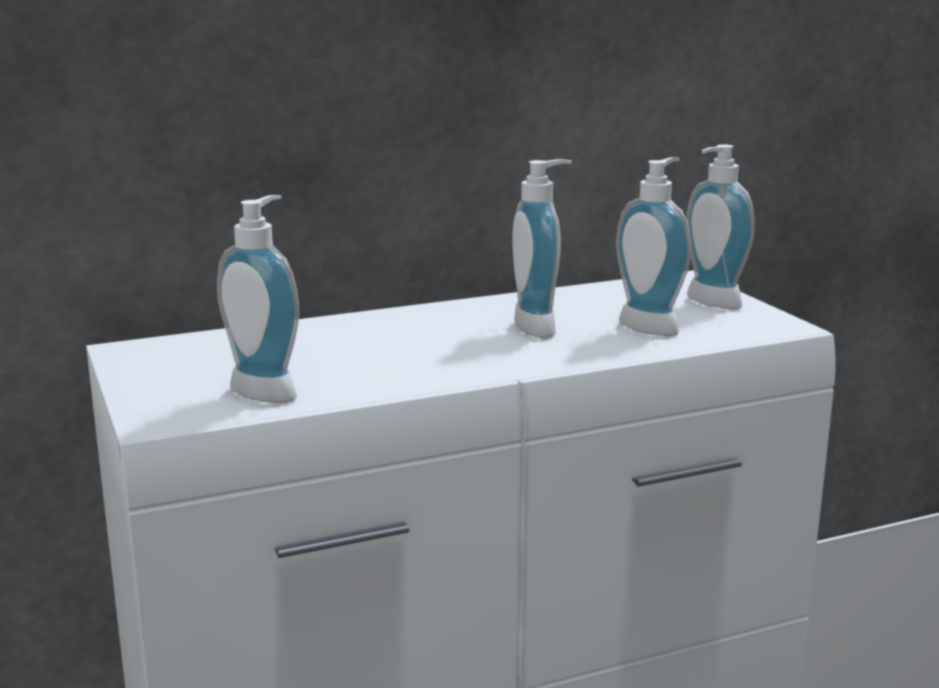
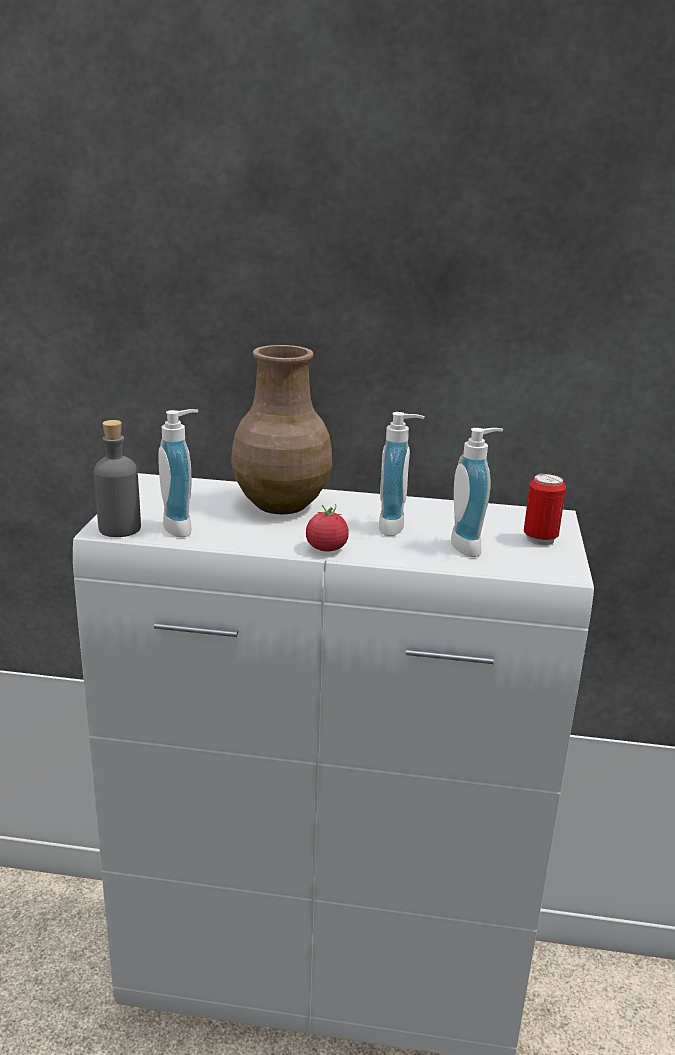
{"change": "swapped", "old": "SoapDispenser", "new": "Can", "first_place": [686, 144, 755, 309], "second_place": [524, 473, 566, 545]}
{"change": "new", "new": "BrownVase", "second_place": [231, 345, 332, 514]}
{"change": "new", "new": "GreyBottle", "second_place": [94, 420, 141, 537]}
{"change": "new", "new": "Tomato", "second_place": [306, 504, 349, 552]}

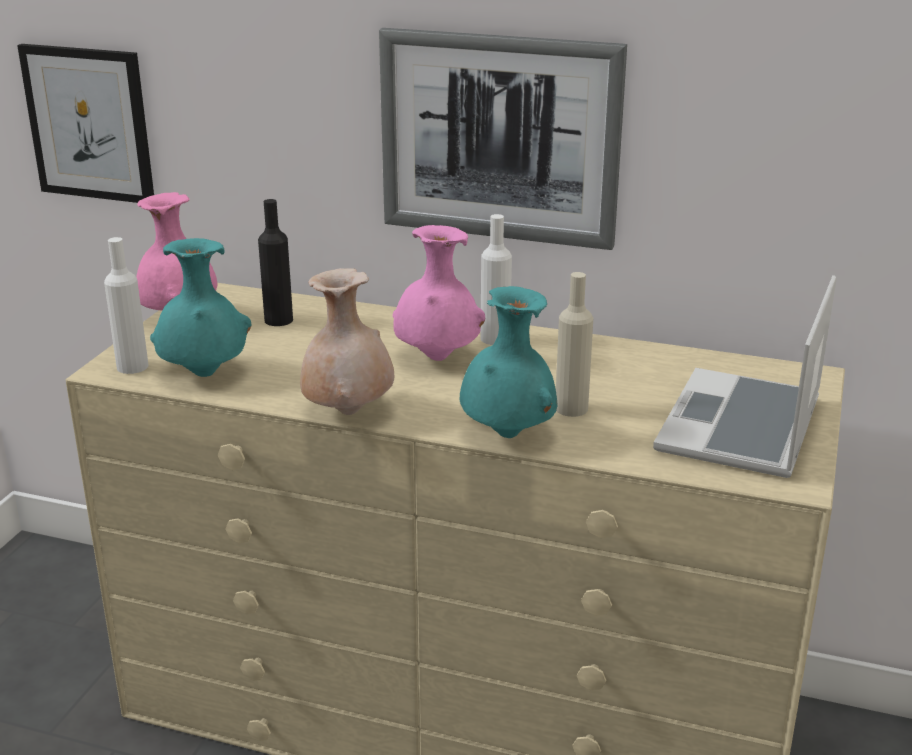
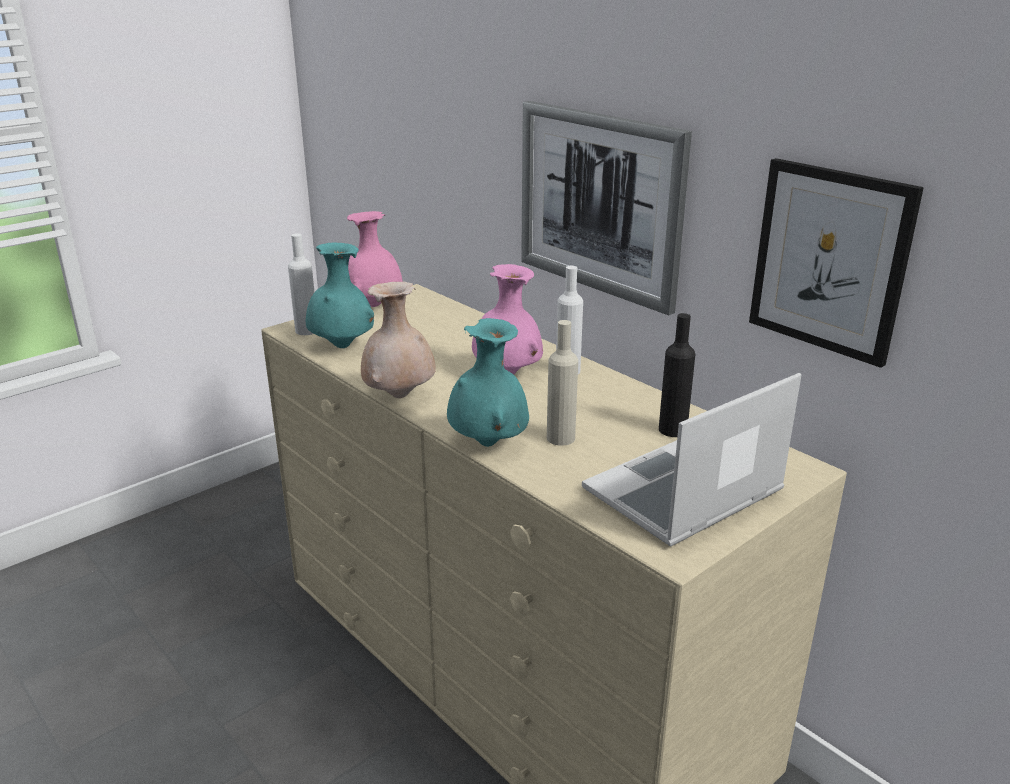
{"change": "shifted", "old": "Picture", "first_place": [17, 44, 154, 203], "second_place": [749, 158, 924, 368]}
{"change": "shifted", "old": "BlackBottle", "first_place": [258, 199, 293, 326], "second_place": [659, 313, 695, 437]}

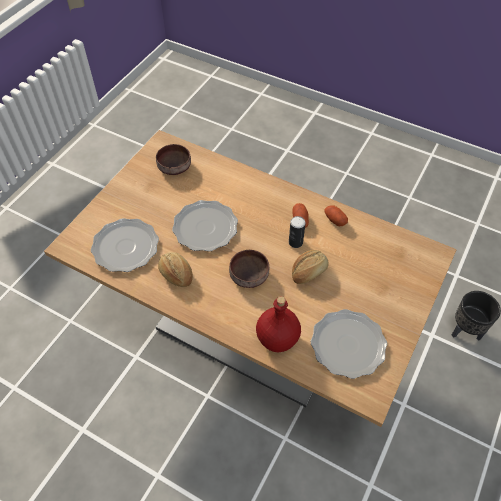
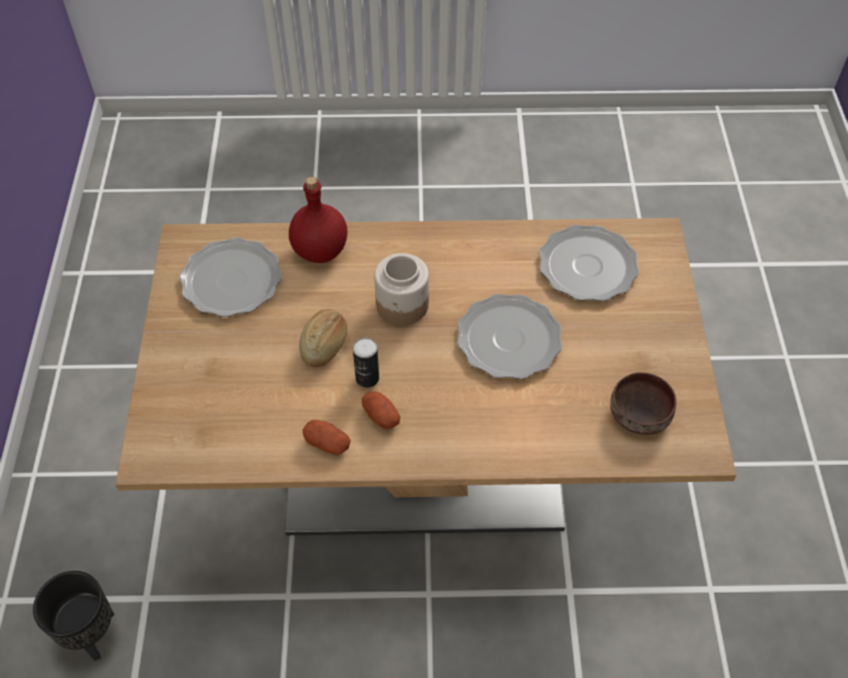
{"change": "swapped", "old": "BrownBowl", "new": "Jar", "first_place": [229, 250, 269, 288], "second_place": [374, 253, 429, 325]}
{"change": "gone", "old": "Bread", "first_place": [158, 252, 193, 287]}

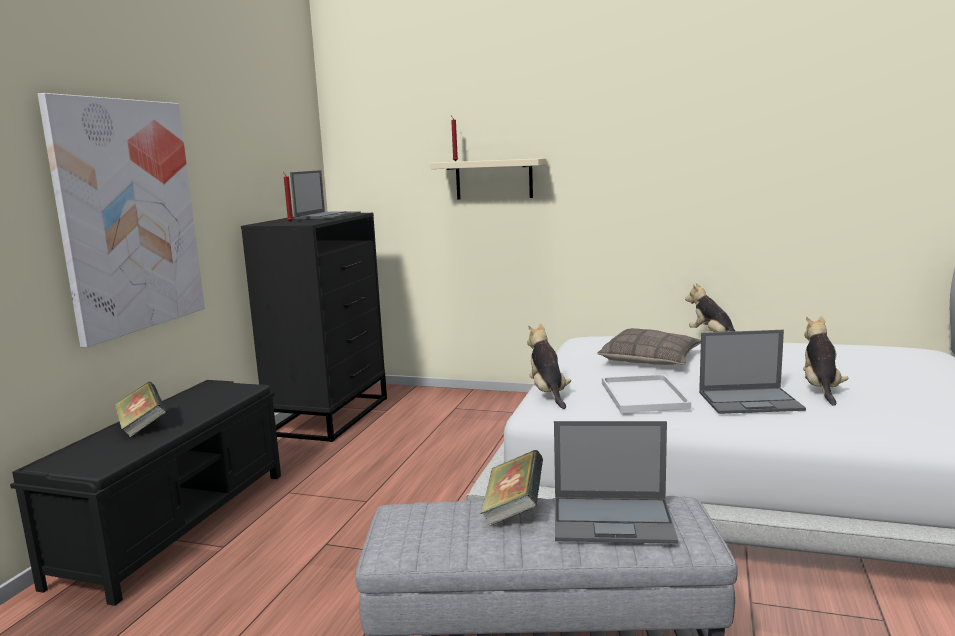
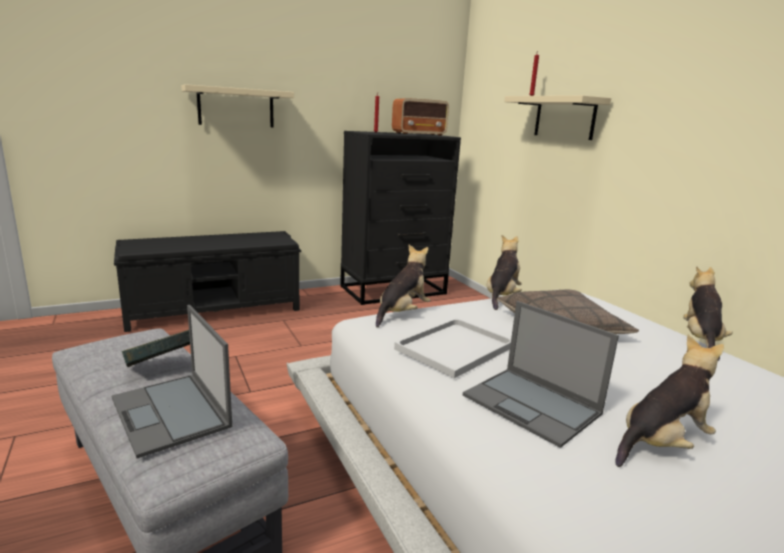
{"change": "swapped", "old": "Picture", "new": "BeigeShelf", "first_place": [38, 93, 205, 348], "second_place": [181, 84, 294, 127]}
{"change": "swapped", "old": "Laptop", "new": "Radio", "first_place": [290, 170, 361, 219], "second_place": [392, 99, 449, 136]}
{"change": "gone", "old": "Book", "first_place": [114, 382, 166, 438]}
{"change": "new", "new": "PlushToy", "second_place": [487, 235, 522, 310]}

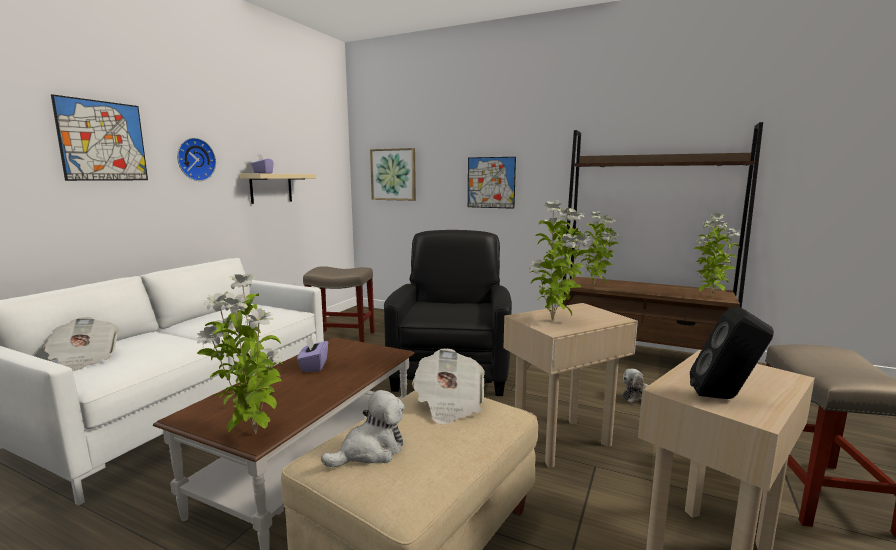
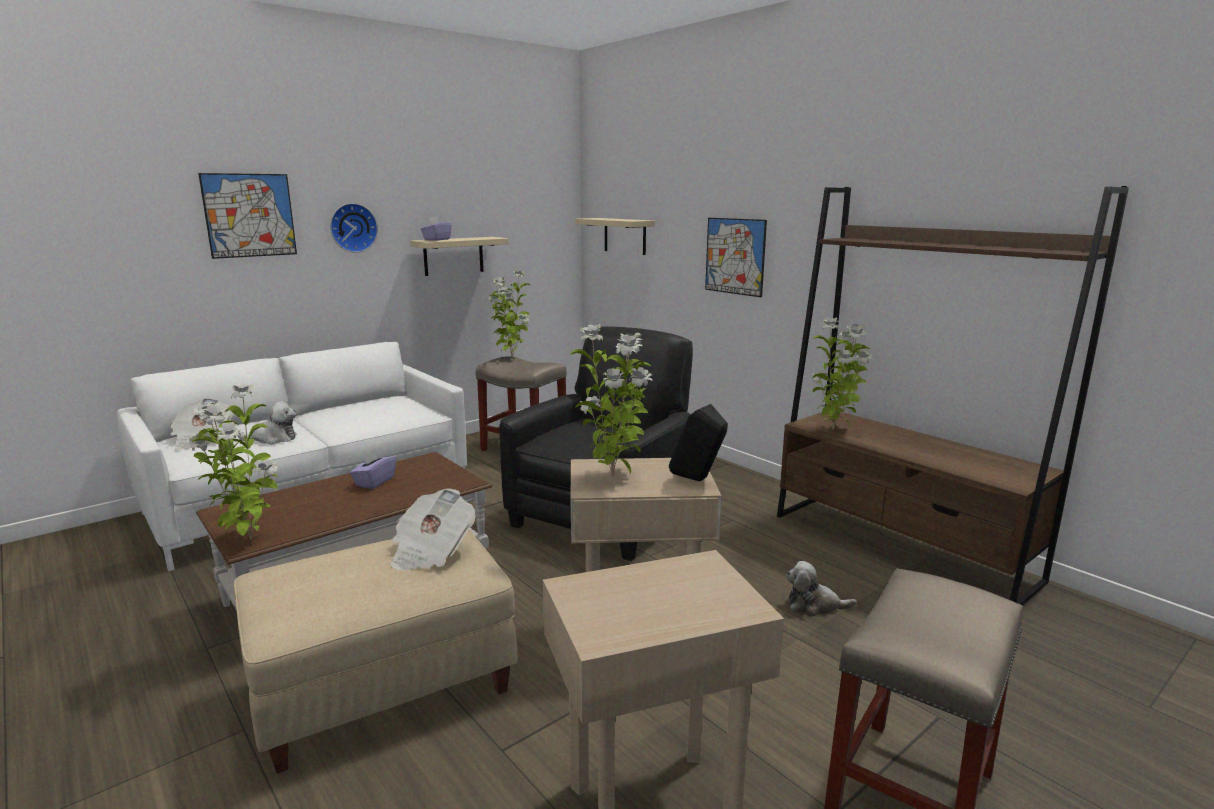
{"change": "swapped", "old": "Picture", "new": "BeigeShelf", "first_place": [370, 148, 416, 201], "second_place": [575, 218, 655, 255]}
{"change": "shifted", "old": "PottedPlant", "first_place": [694, 213, 741, 297], "second_place": [488, 271, 530, 357]}
{"change": "shifted", "old": "BlackSpeaker", "first_place": [690, 307, 774, 399], "second_place": [669, 404, 728, 481]}
{"change": "shifted", "old": "PlushToy", "first_place": [321, 390, 405, 467], "second_place": [237, 401, 297, 445]}

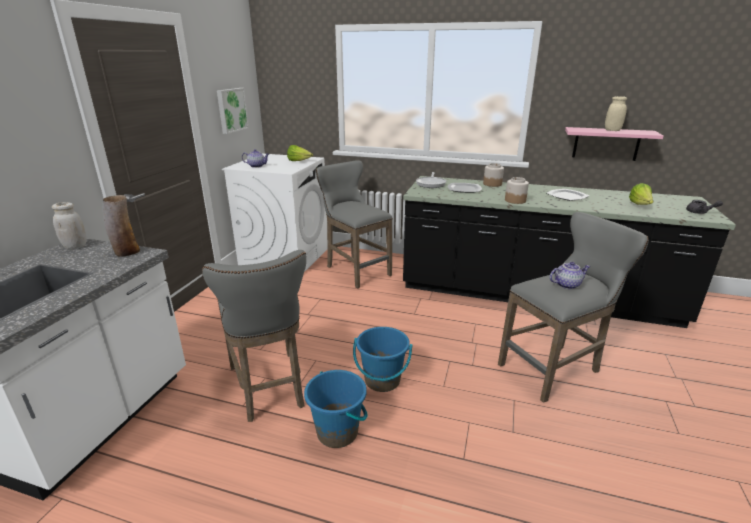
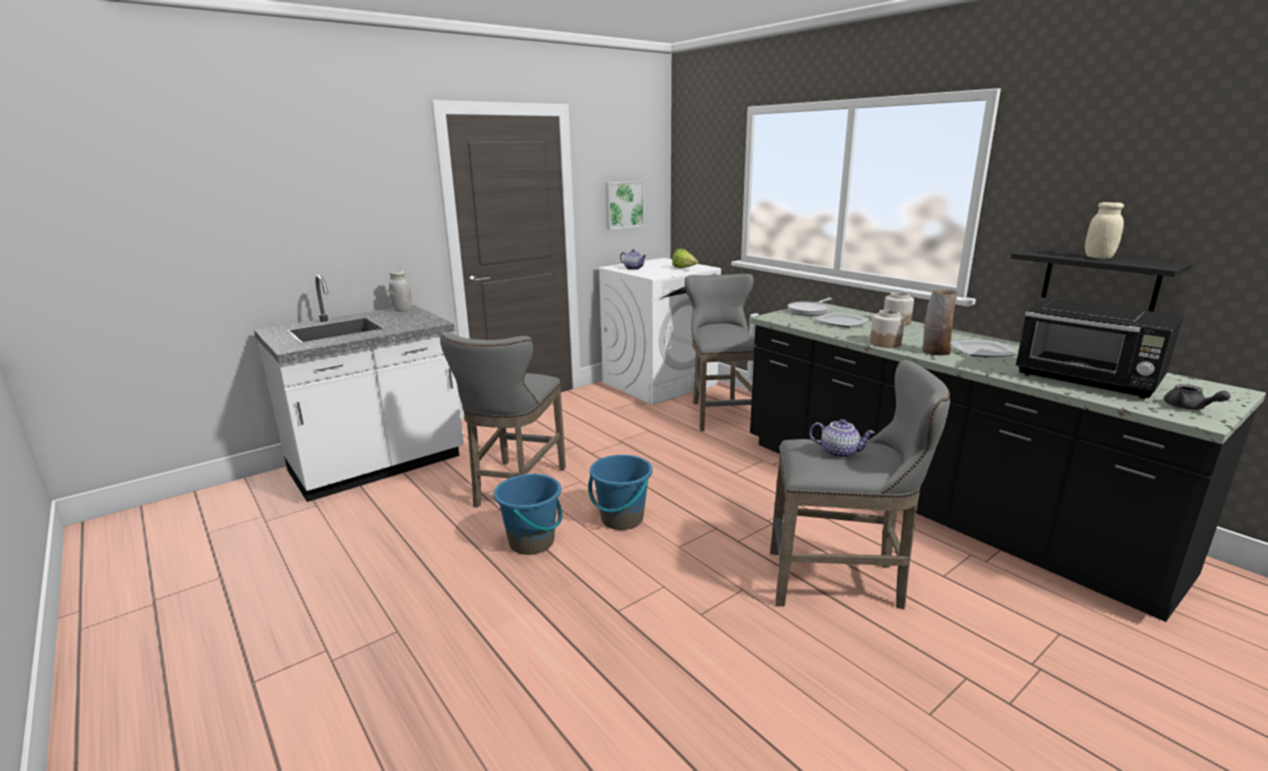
{"change": "repainted", "old": "PinkShelf", "new": "BlackShelf", "first_place": [565, 127, 664, 161], "second_place": [1011, 248, 1192, 312]}
{"change": "swapped", "old": "Lettuce", "new": "BlackMicrowave", "first_place": [629, 183, 654, 205], "second_place": [1016, 298, 1183, 399]}
{"change": "shifted", "old": "Vase", "first_place": [103, 195, 140, 257], "second_place": [922, 289, 958, 355]}

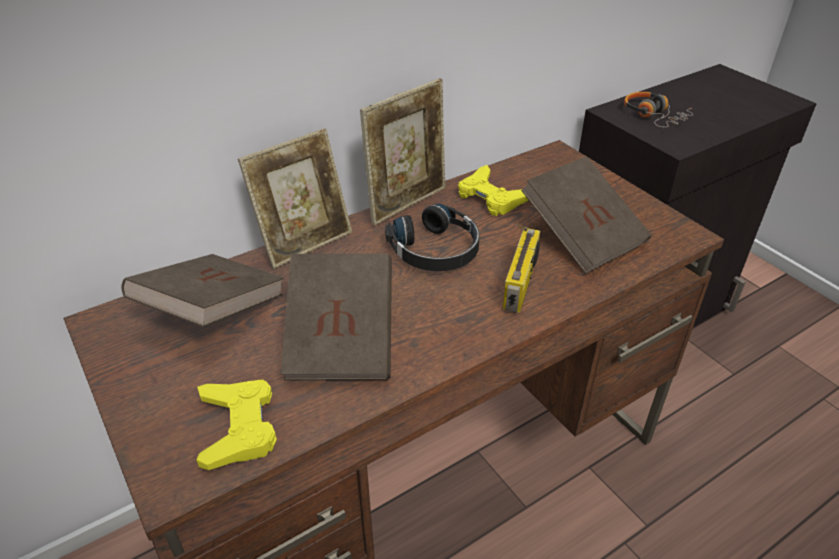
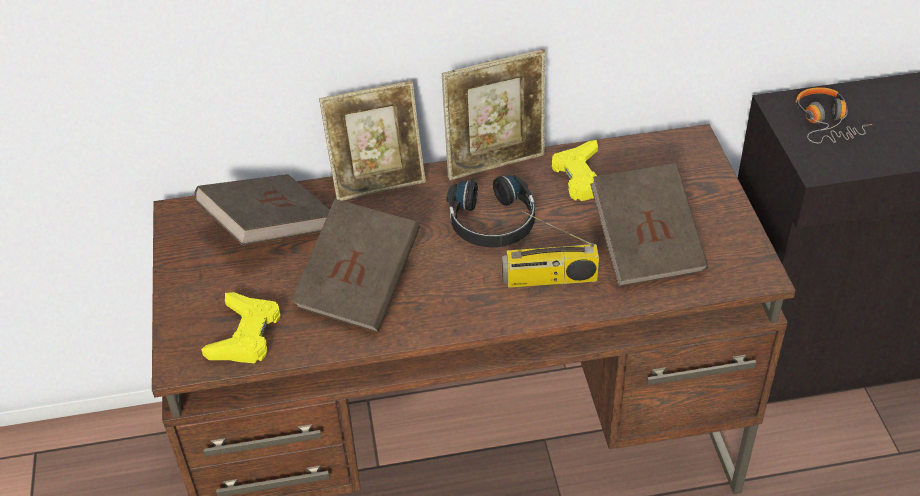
{"change": "rotated", "old": "Radio", "first_place": [503, 224, 540, 313], "second_place": [502, 211, 599, 288], "degrees": 45}

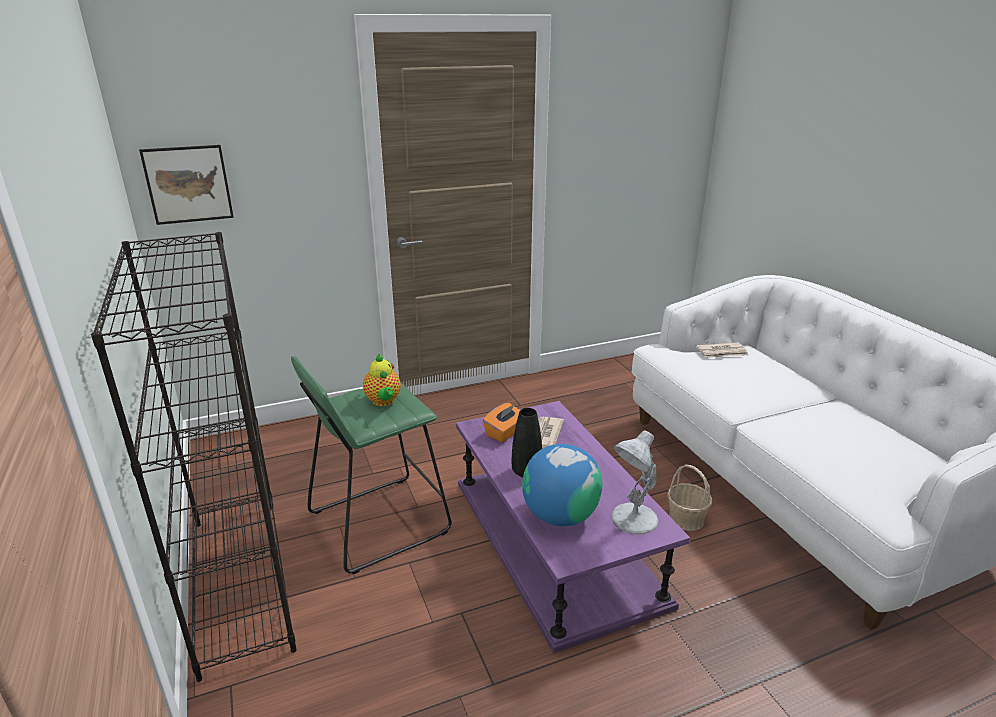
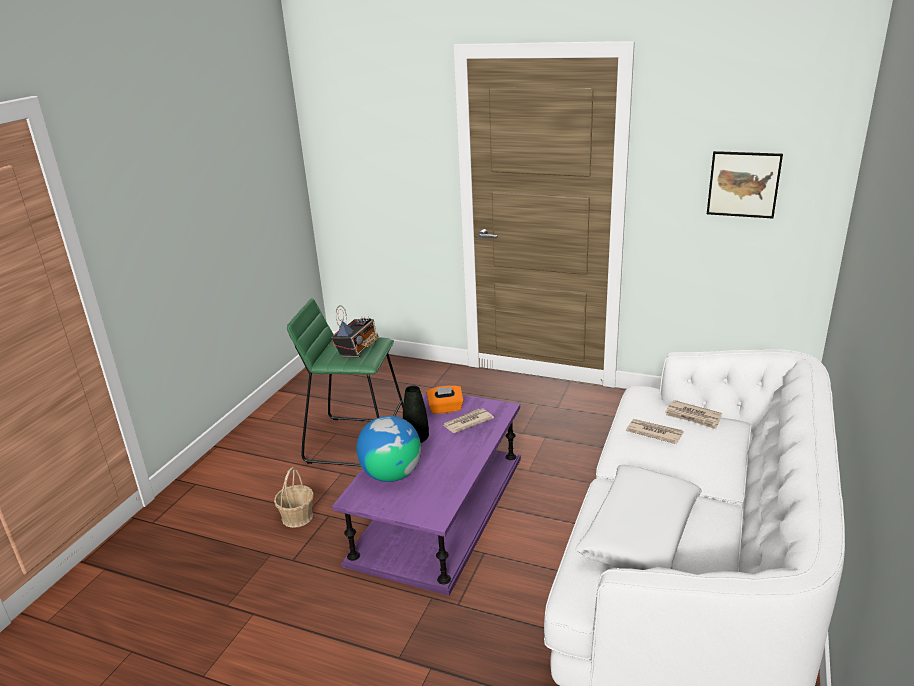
{"change": "shifted", "old": "Picture", "first_place": [139, 145, 234, 225], "second_place": [707, 151, 783, 218]}
{"change": "gone", "old": "BlackBookcase", "first_place": [91, 232, 297, 682]}
{"change": "swapped", "old": "Teapot", "new": "Radio", "first_place": [363, 354, 401, 406], "second_place": [332, 305, 379, 357]}
{"change": "gone", "old": "WhiteTableLamp", "first_place": [611, 430, 658, 534]}
{"change": "shifted", "old": "Basket", "first_place": [667, 464, 712, 531], "second_place": [274, 467, 314, 528]}
{"change": "new", "new": "Newspaper", "second_place": [626, 419, 684, 444]}
{"change": "new", "new": "WhitePillow", "second_place": [575, 465, 702, 570]}

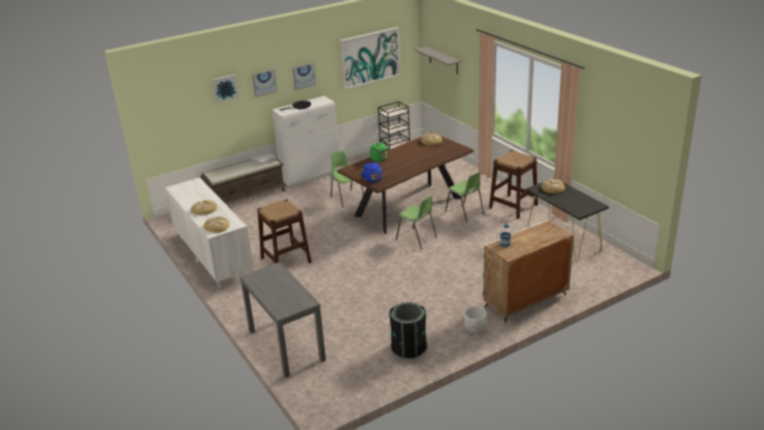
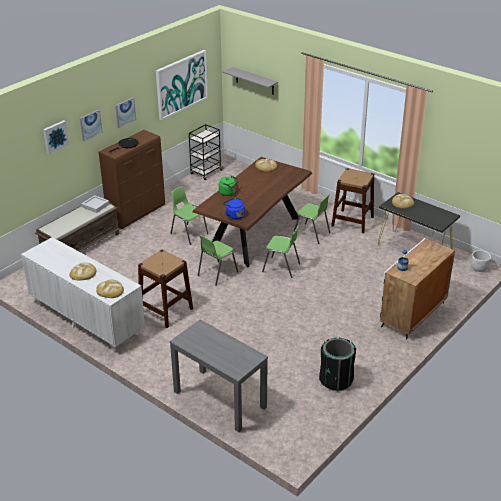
{"change": "repainted", "old": "WhiteCabinet", "new": "BrownCabinet", "first_place": [272, 96, 341, 187], "second_place": [99, 130, 165, 229]}
{"change": "shifted", "old": "WhitePlanter", "first_place": [464, 306, 487, 333], "second_place": [471, 250, 491, 272]}
{"change": "new", "new": "GreenChair", "second_place": [198, 235, 238, 286]}

